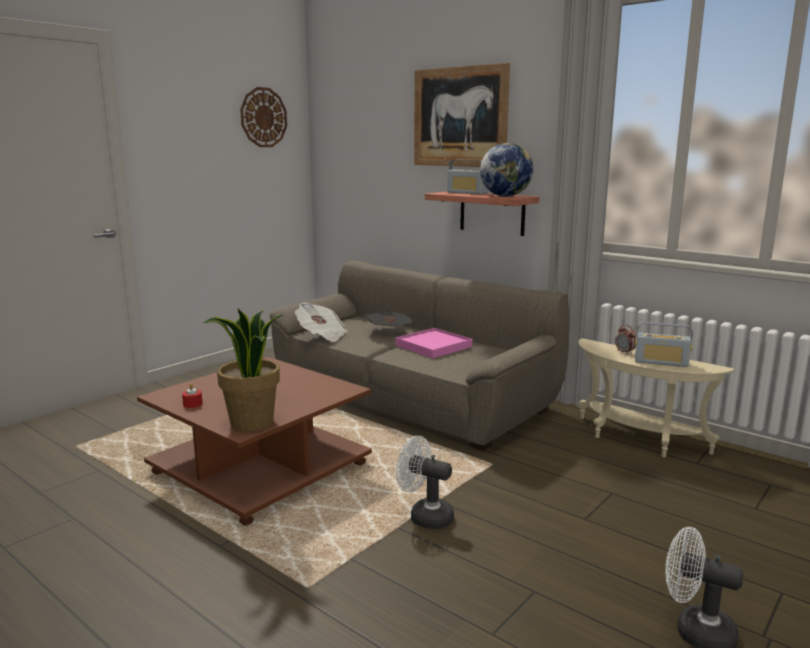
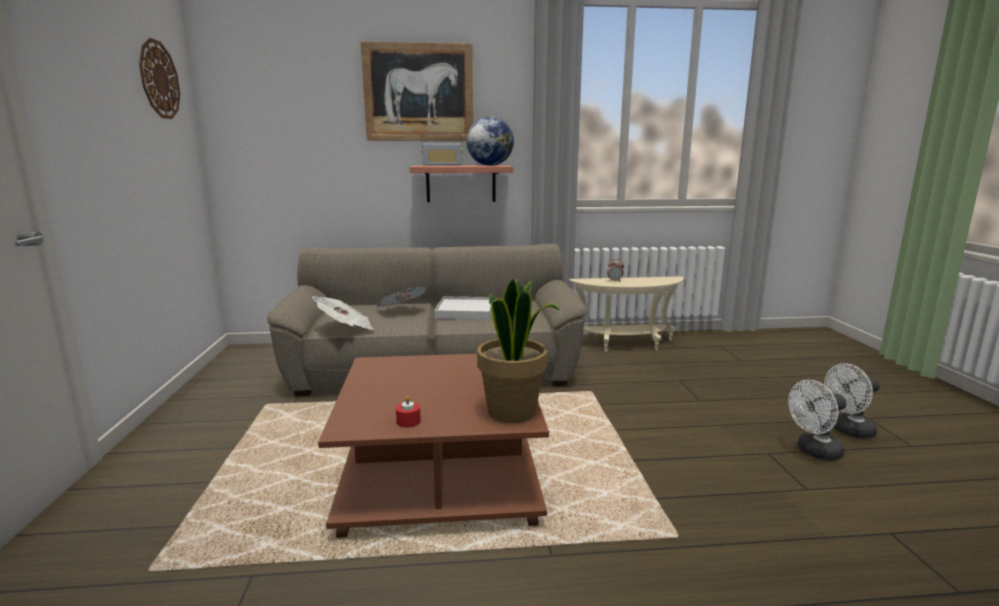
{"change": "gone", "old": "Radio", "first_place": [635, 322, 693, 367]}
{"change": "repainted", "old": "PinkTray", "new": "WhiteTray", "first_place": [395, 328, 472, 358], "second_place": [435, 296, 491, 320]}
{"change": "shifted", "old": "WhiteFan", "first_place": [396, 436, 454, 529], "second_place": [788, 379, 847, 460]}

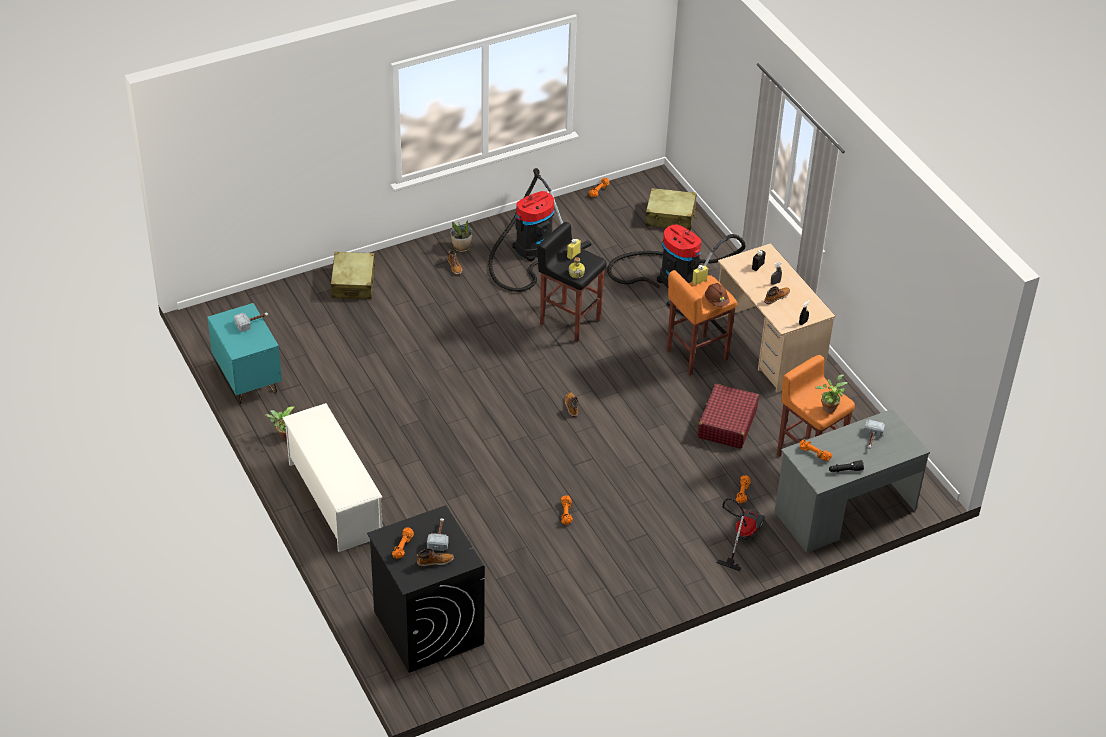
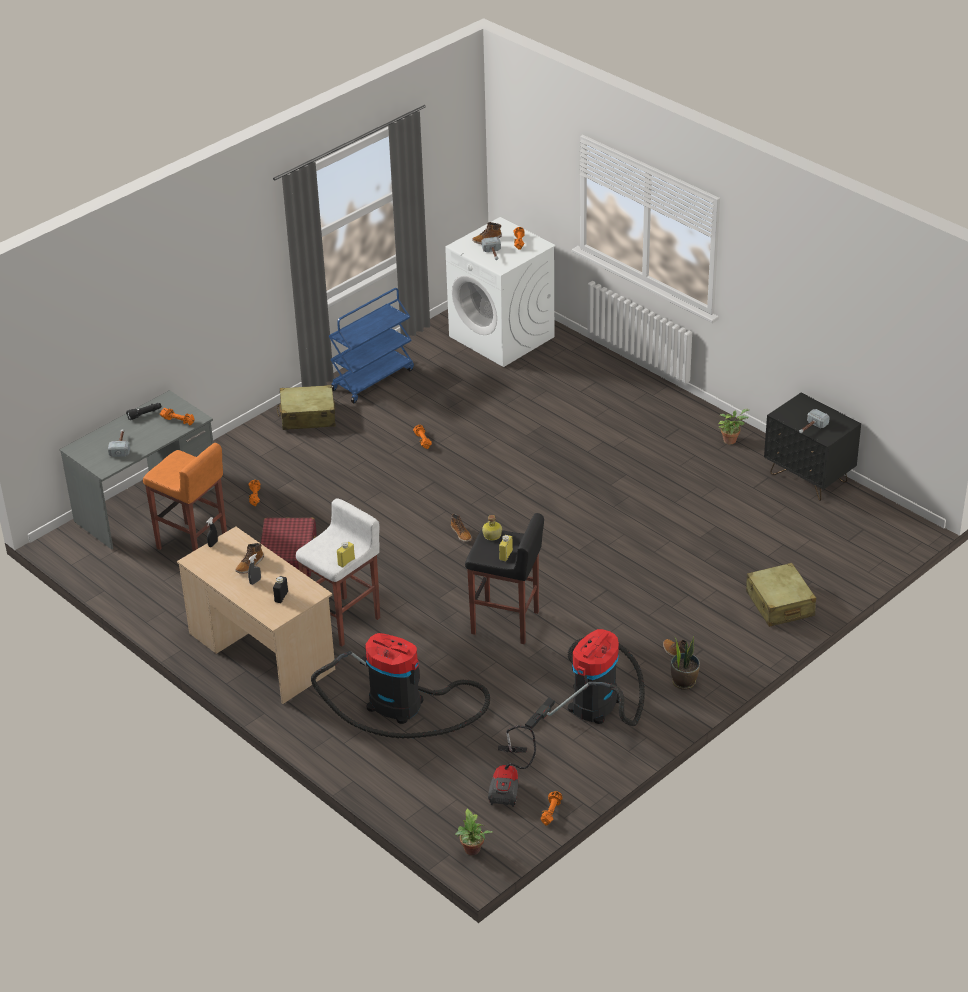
{"change": "shifted", "old": "BeigeSuitcase", "first_place": [645, 188, 697, 231], "second_place": [277, 385, 336, 430]}
{"change": "repainted", "old": "OrangeStool", "new": "WhiteStool", "first_place": [667, 270, 737, 376], "second_place": [296, 499, 380, 647]}
{"change": "gone", "old": "BrownHardHat", "first_place": [705, 283, 730, 307]}
{"change": "repainted", "old": "TurquoiseNightstand", "new": "BlackNightstand", "first_place": [207, 303, 282, 404], "second_place": [764, 393, 861, 501]}
{"change": "shifted", "old": "PottedPlant", "first_place": [816, 374, 848, 413], "second_place": [455, 809, 493, 855]}
{"change": "gone", "old": "WhiteShoeRack", "first_place": [282, 403, 383, 552]}
{"change": "shifted", "old": "VacuumCleaner", "first_place": [717, 498, 765, 571], "second_place": [488, 725, 536, 807]}
{"change": "repainted", "old": "BlackWashingMachine", "new": "WhiteWashingMachine", "first_place": [367, 505, 485, 673], "second_place": [445, 217, 556, 367]}
{"change": "new", "new": "BlueCart", "second_place": [329, 288, 414, 403]}

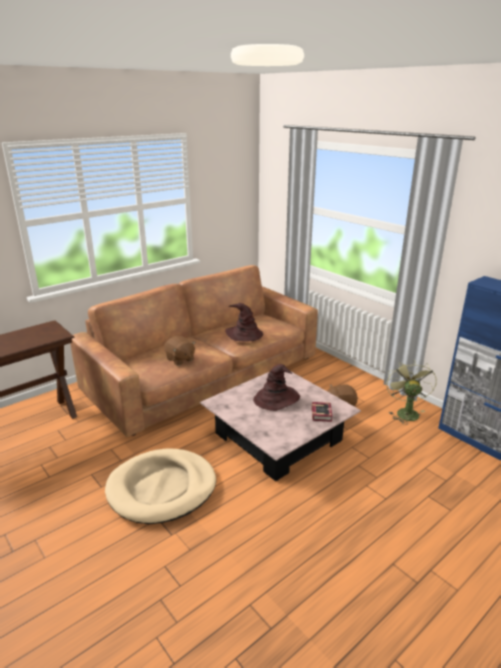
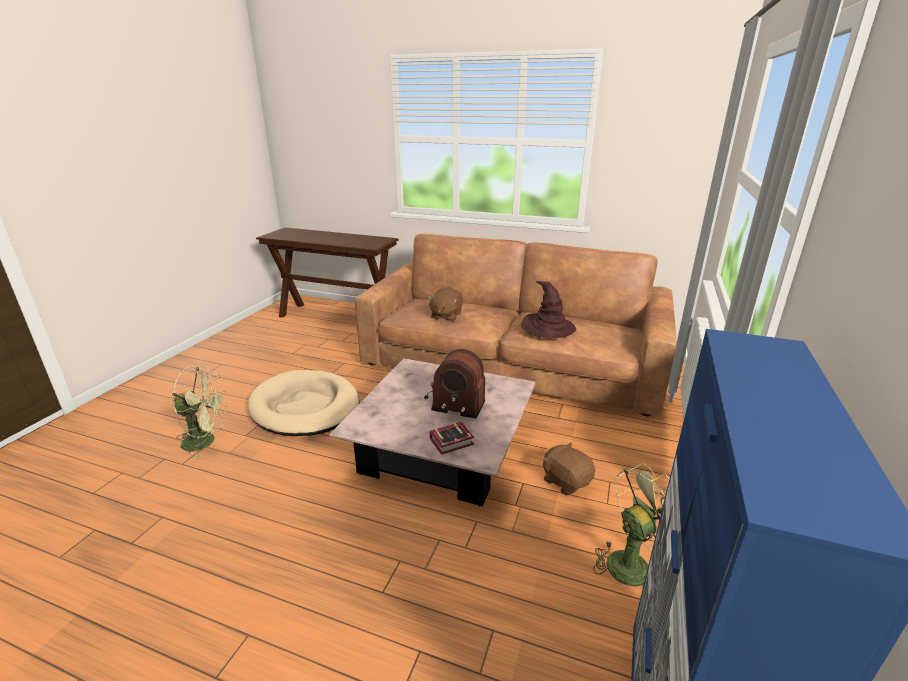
{"change": "swapped", "old": "BrownHat", "new": "Radio", "first_place": [253, 364, 300, 411], "second_place": [424, 349, 485, 419]}
{"change": "new", "new": "GreenFan", "second_place": [172, 365, 228, 459]}

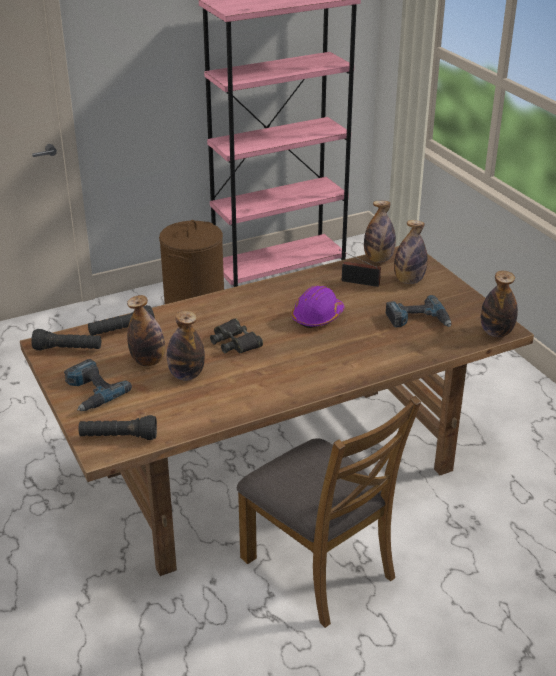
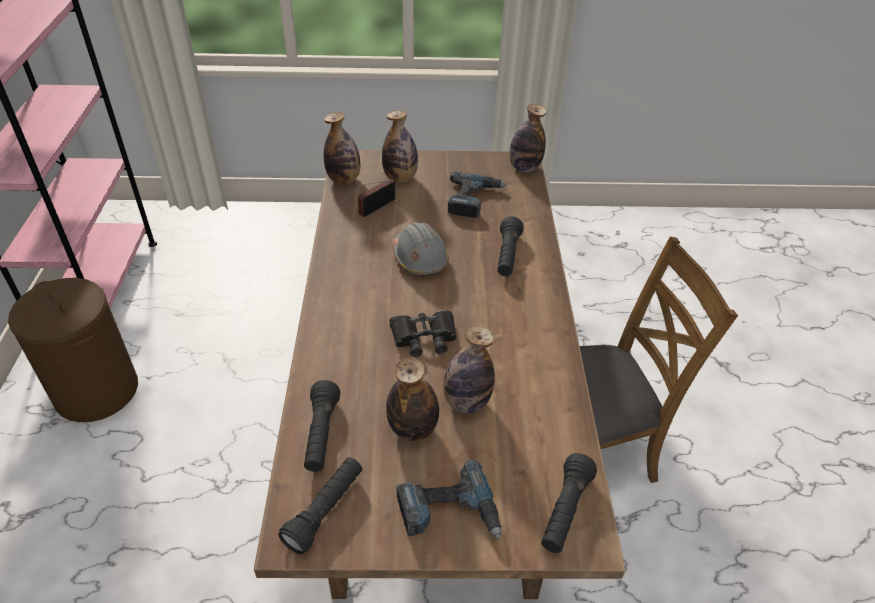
{"change": "repainted", "old": "PurpleHardHat", "new": "GreyHardHat", "first_place": [292, 285, 344, 328], "second_place": [392, 222, 449, 275]}
{"change": "new", "new": "BlackFlashlight", "second_place": [498, 216, 524, 276]}

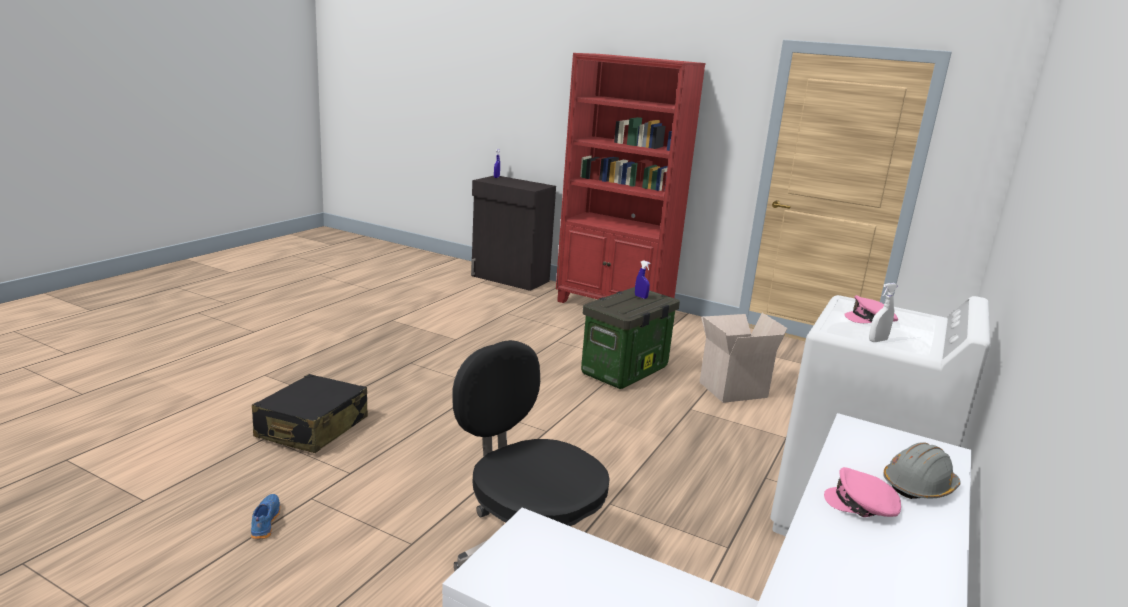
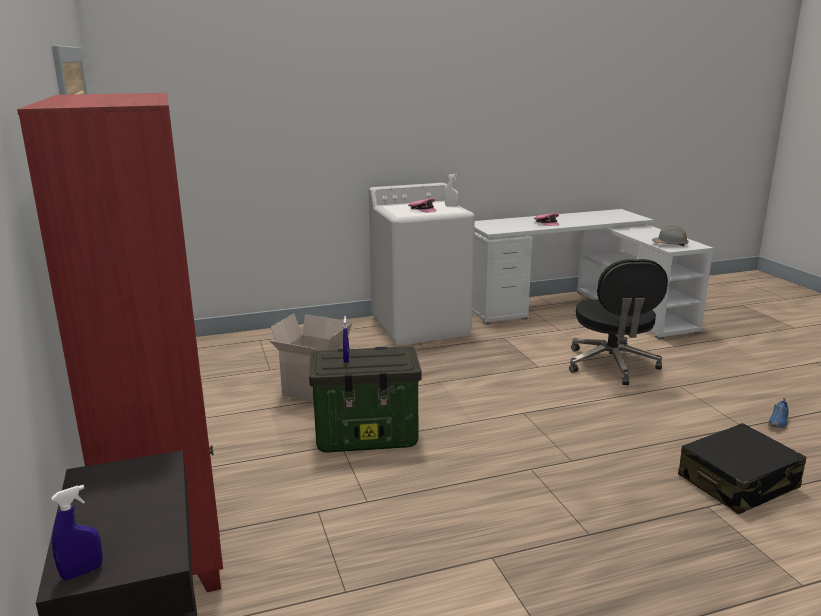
{"change": "shifted", "old": "GreyHardHat", "first_place": [883, 443, 960, 499], "second_place": [652, 226, 689, 247]}

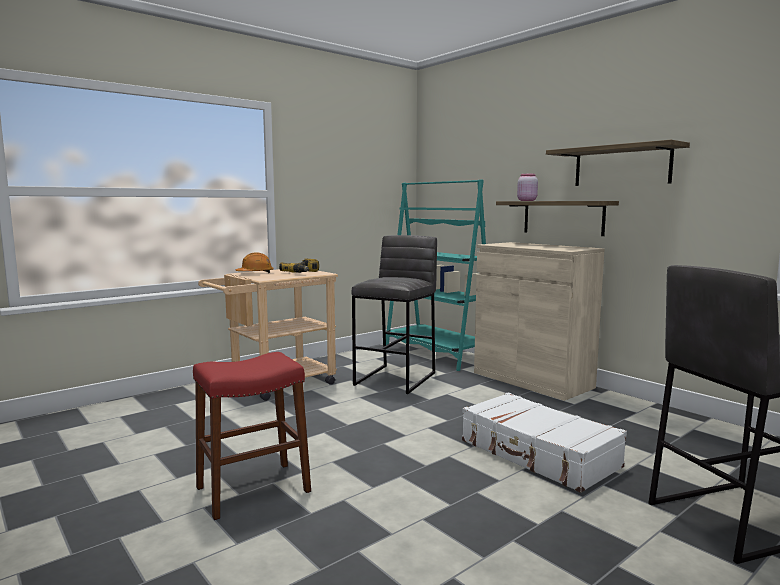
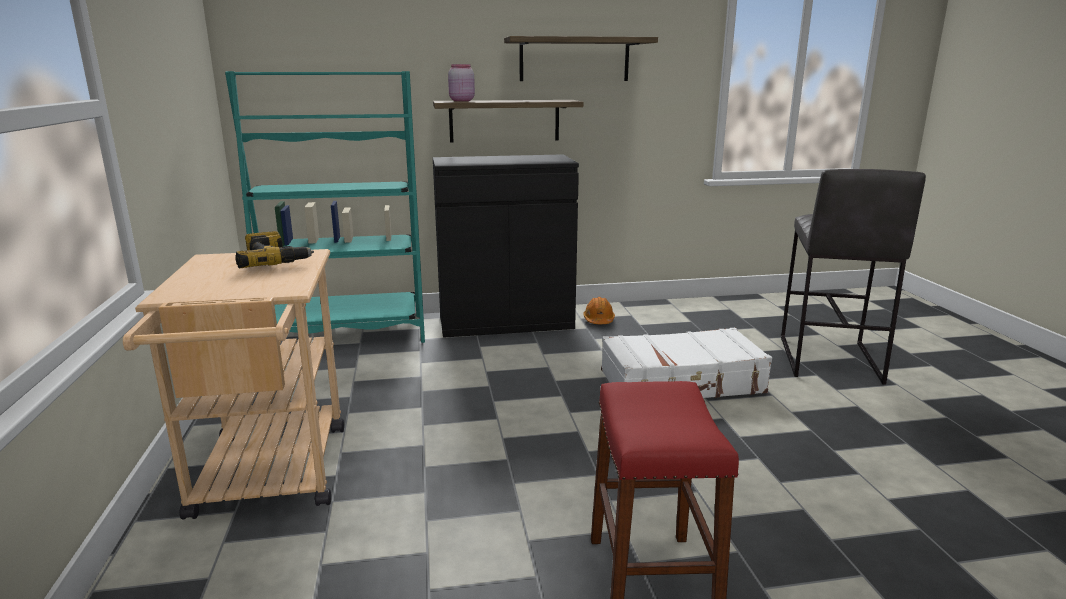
{"change": "gone", "old": "GreyStool", "first_place": [351, 235, 437, 394]}
{"change": "repainted", "old": "BeigeCabinet", "new": "BlackCabinet", "first_place": [474, 242, 605, 401], "second_place": [433, 154, 579, 338]}
{"change": "shifted", "old": "OrangeHardHat", "first_place": [235, 252, 274, 273], "second_place": [583, 297, 615, 324]}

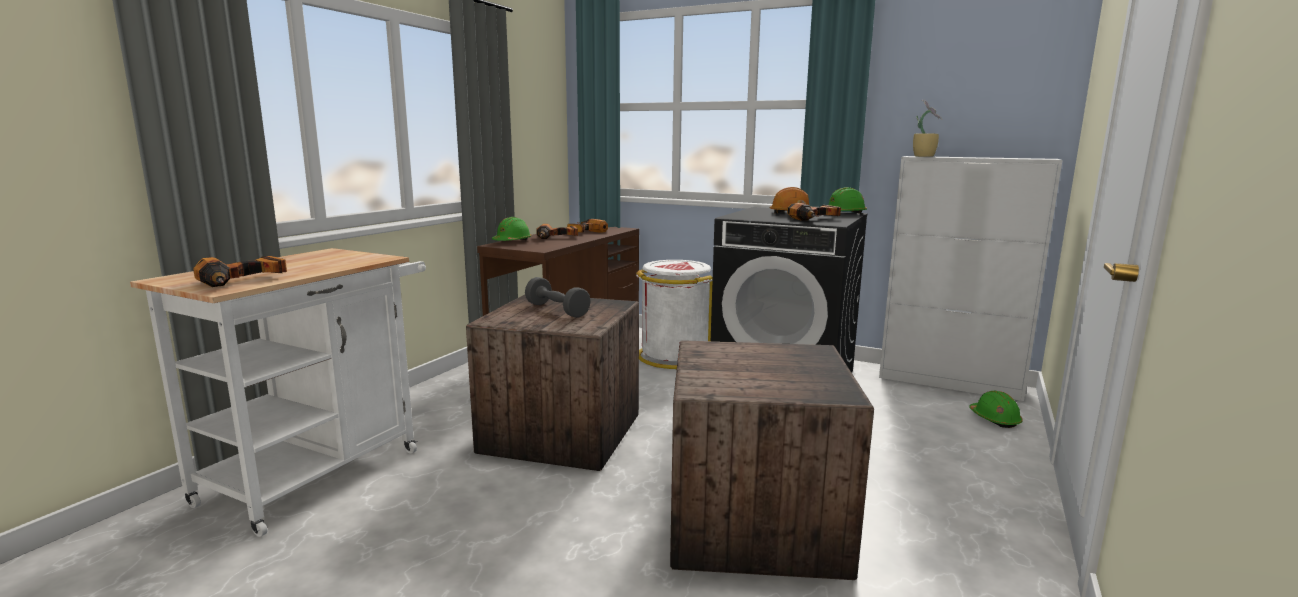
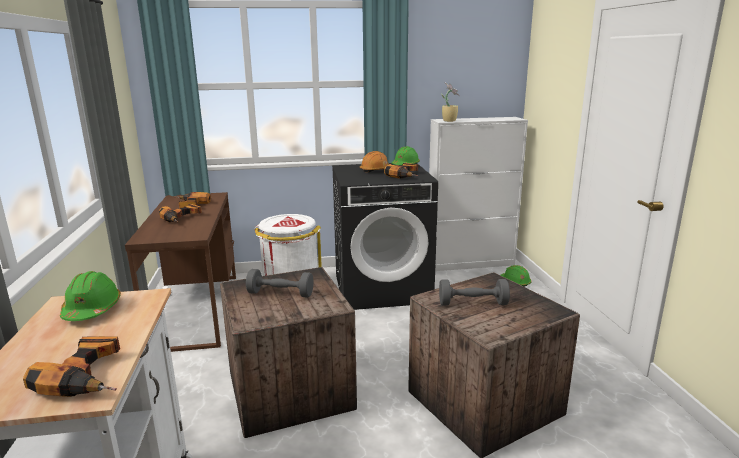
{"change": "shifted", "old": "GreenHardHat", "first_place": [492, 217, 531, 241], "second_place": [60, 271, 121, 321]}
{"change": "new", "new": "GreyDumbbell", "second_place": [439, 279, 510, 305]}

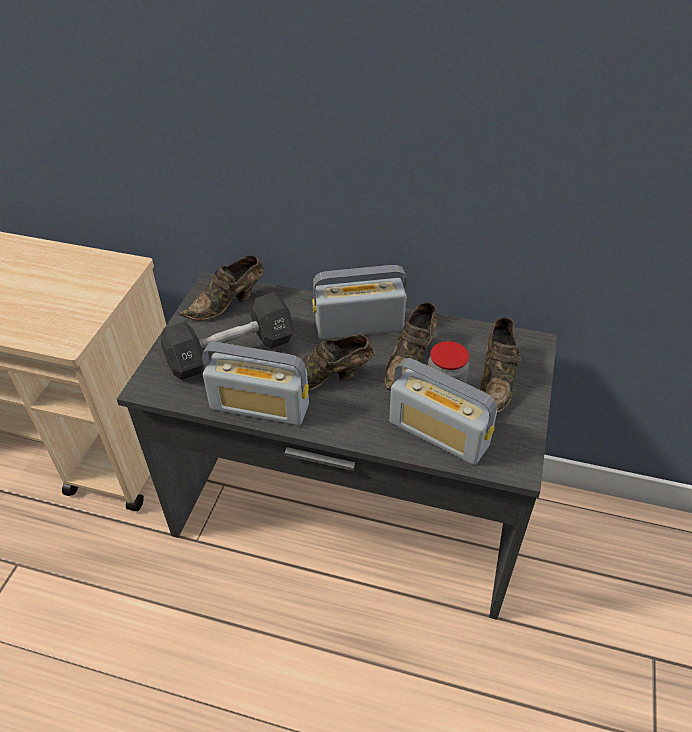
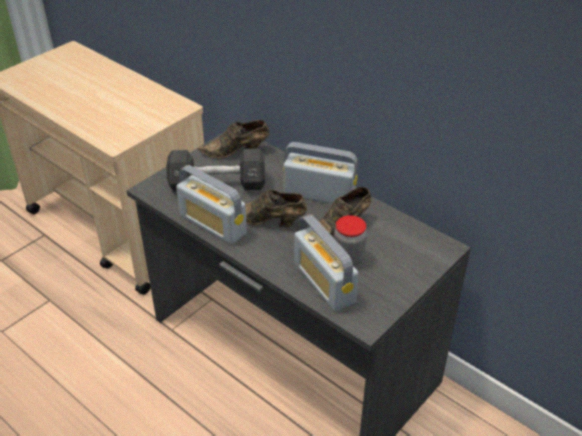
{"change": "gone", "old": "BrownShoe", "first_place": [479, 317, 521, 413]}

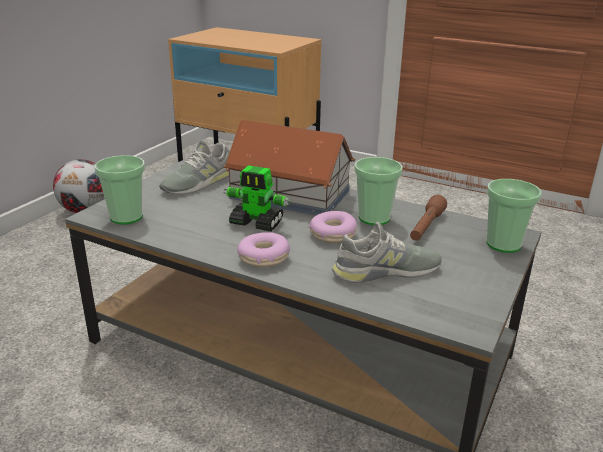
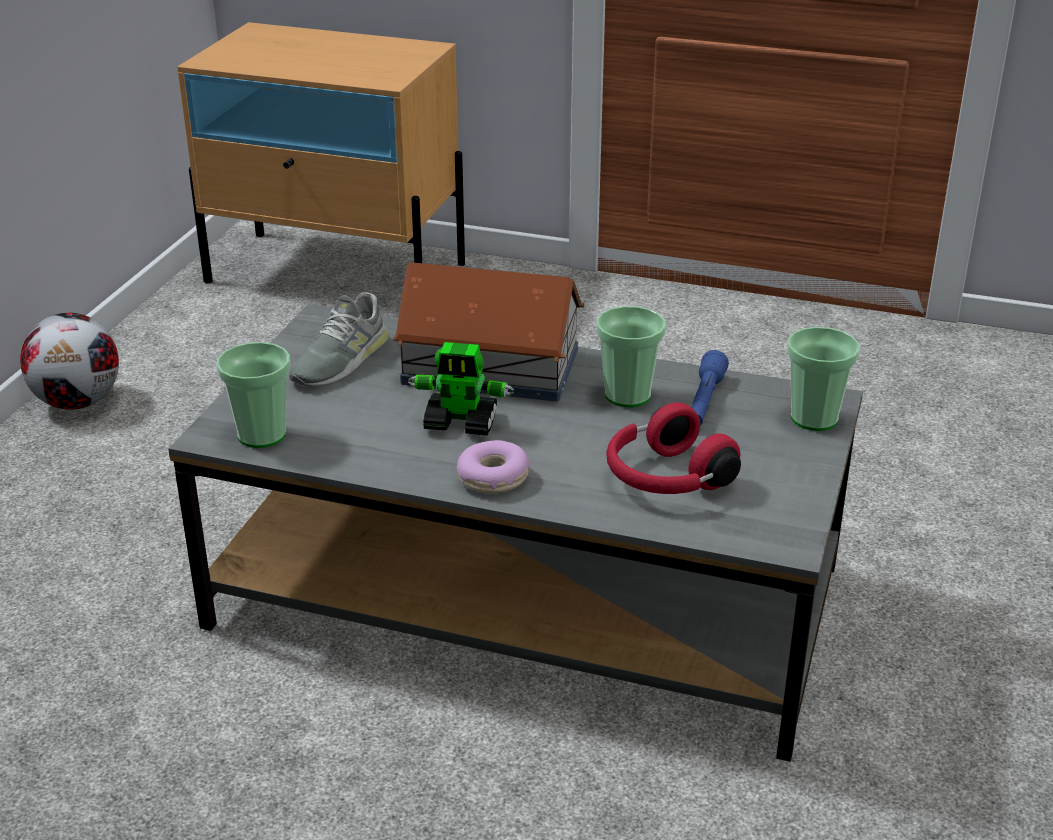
{"change": "repainted", "old": "BrownFlashlight", "new": "BlueFlashlight", "first_place": [410, 195, 447, 241], "second_place": [692, 350, 729, 426]}
{"change": "gone", "old": "Donut", "first_place": [309, 211, 357, 243]}
{"change": "swapped", "old": "GreyShoe", "new": "RedHeadphones", "first_place": [332, 222, 442, 283], "second_place": [606, 402, 741, 494]}

